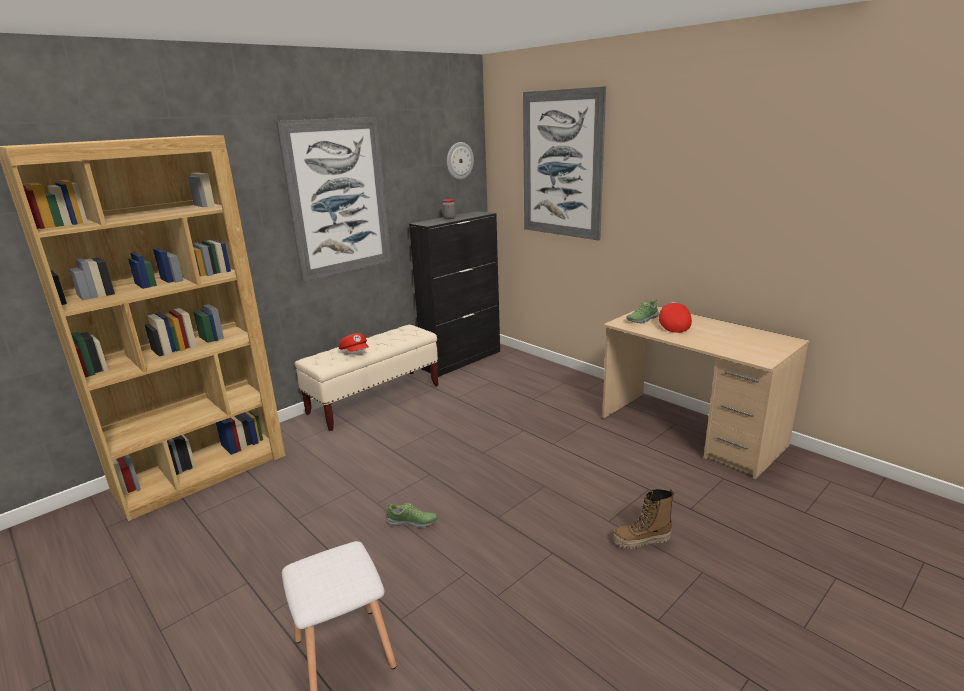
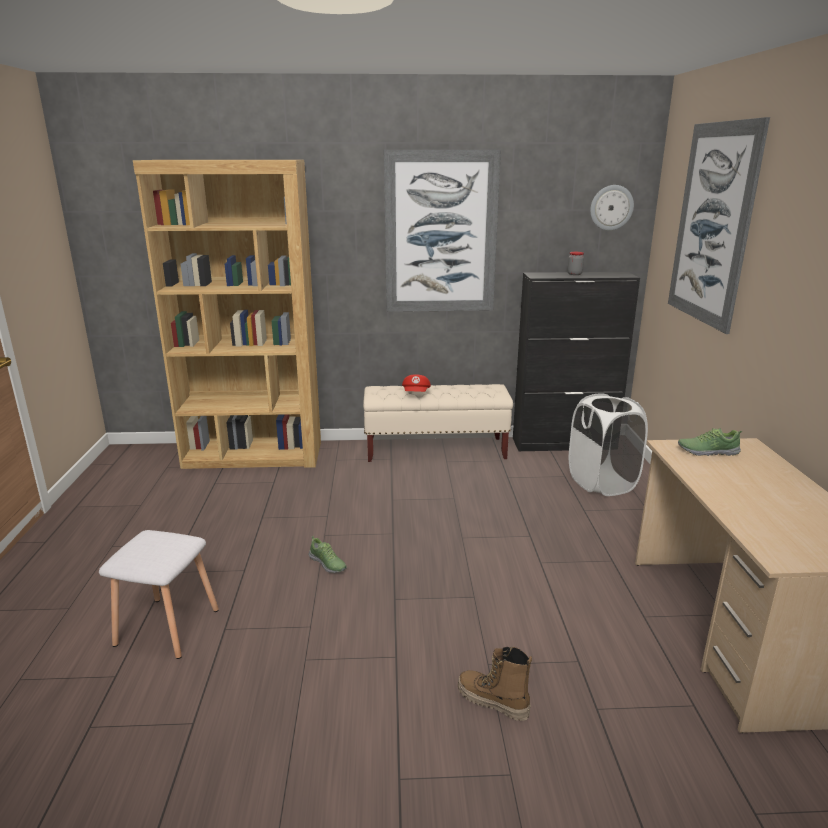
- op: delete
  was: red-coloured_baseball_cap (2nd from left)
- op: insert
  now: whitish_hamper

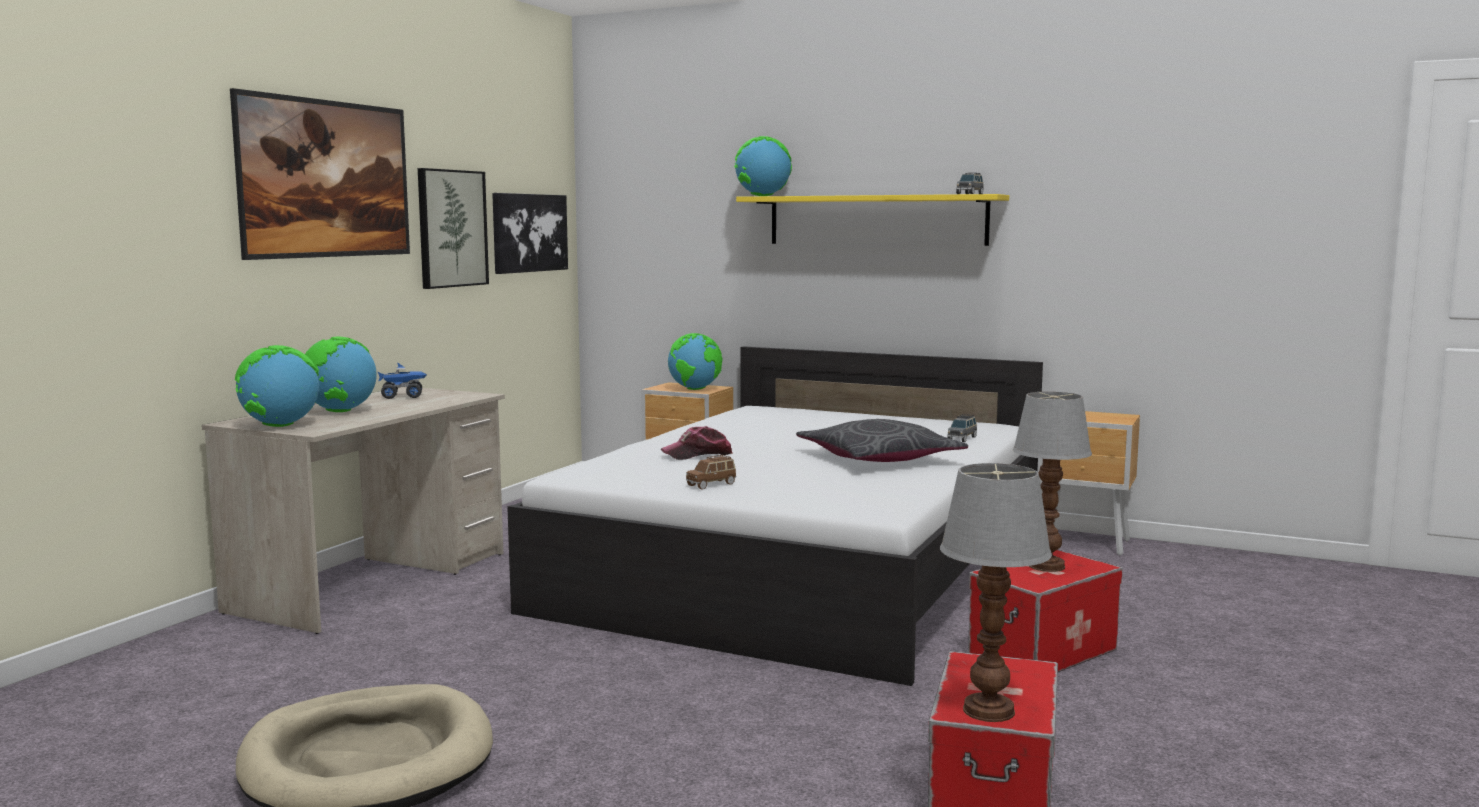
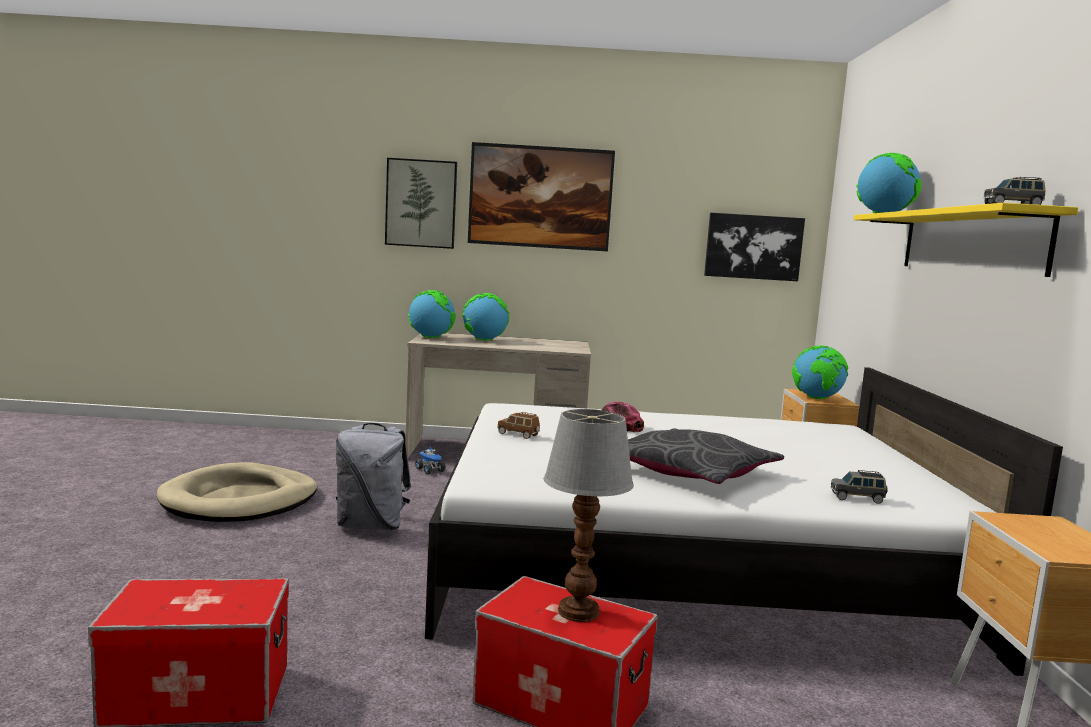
- op: move
  was: toy_truck
- op: move
  was: wall_art (2nd from left in the first image)
  now: wall_art (1st from left)
- op: delete
  was: tabletop_lamp (1st from left)
- op: insert
  now: greyish_rucksack

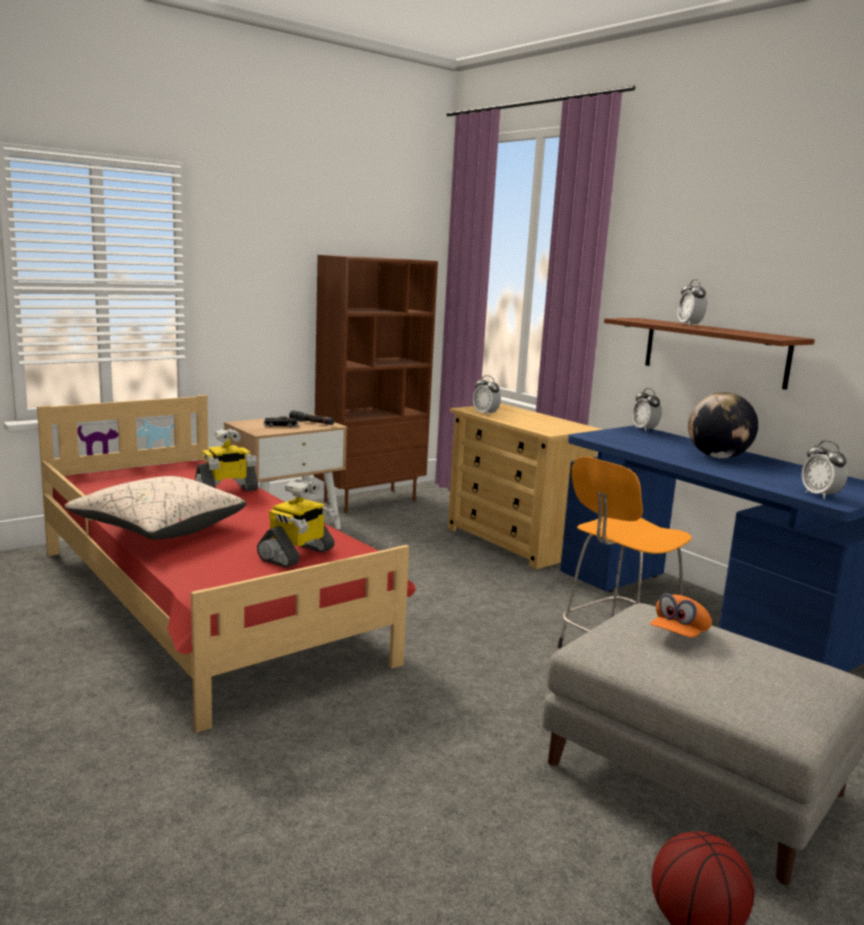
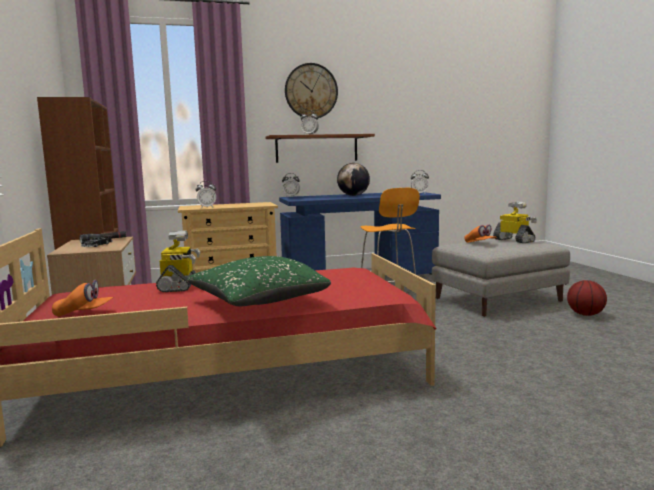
- op: recolor
  was: beige_throw_pillow
  now: greenish_throw_pillow
- op: move
  was: robot_figure (2nd from left)
- op: insert
  now: orangey_baseball_cap (1st from left)
- op: insert
  now: hanging_clock

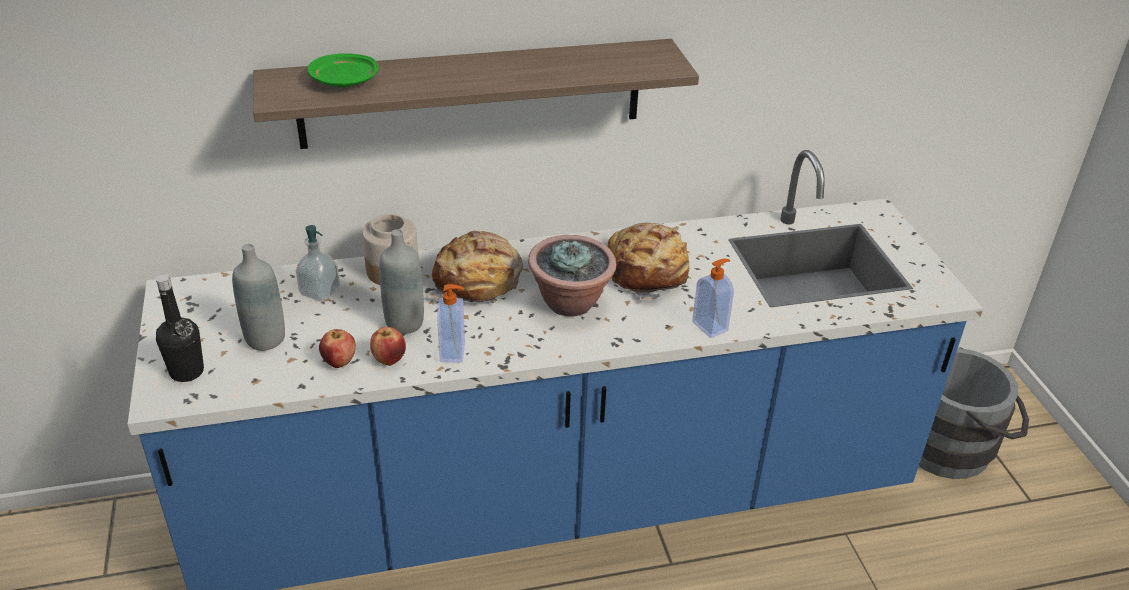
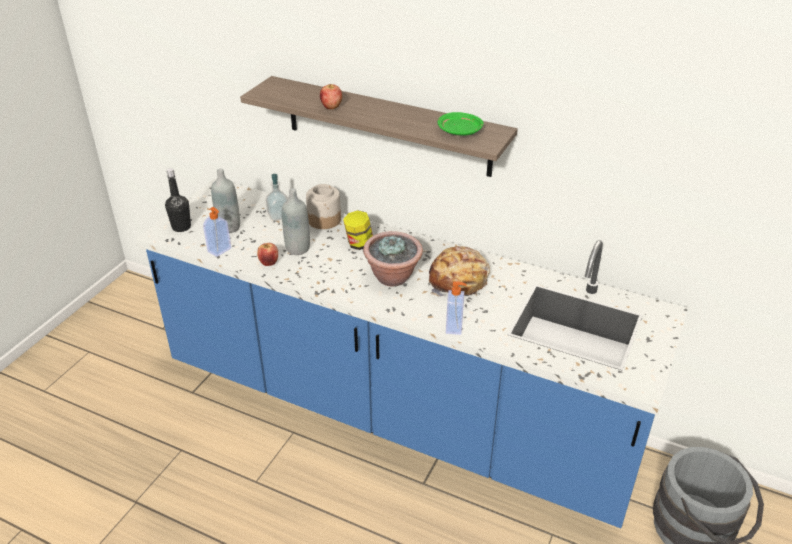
- op: move
  was: greenish_plate
- op: move
  was: apple (1st from left in the first image)
  now: apple (2nd from left)
- op: replace
  was: bread (1st from left)
  now: preserve_jar (2nd from left)
- op: move
  was: soap_dispenser (2nd from left in the first image)
  now: soap_dispenser (1st from left)

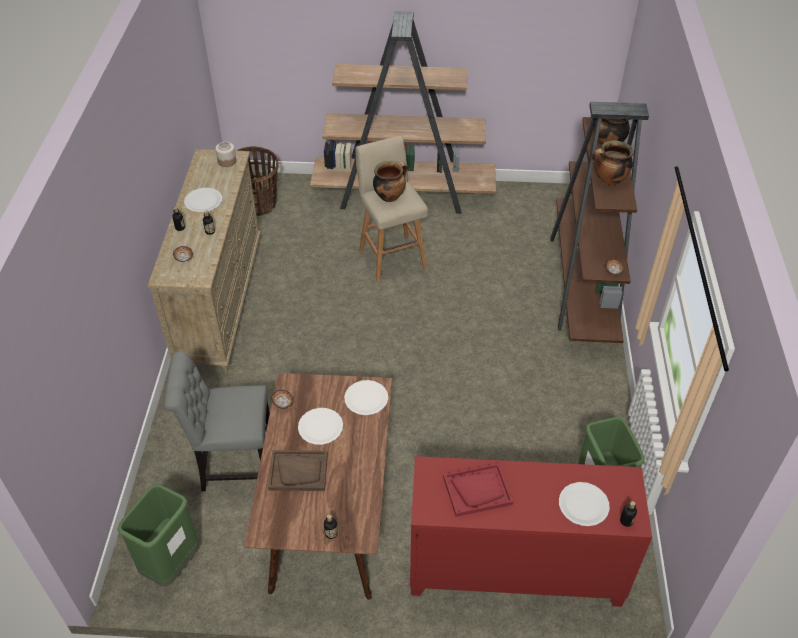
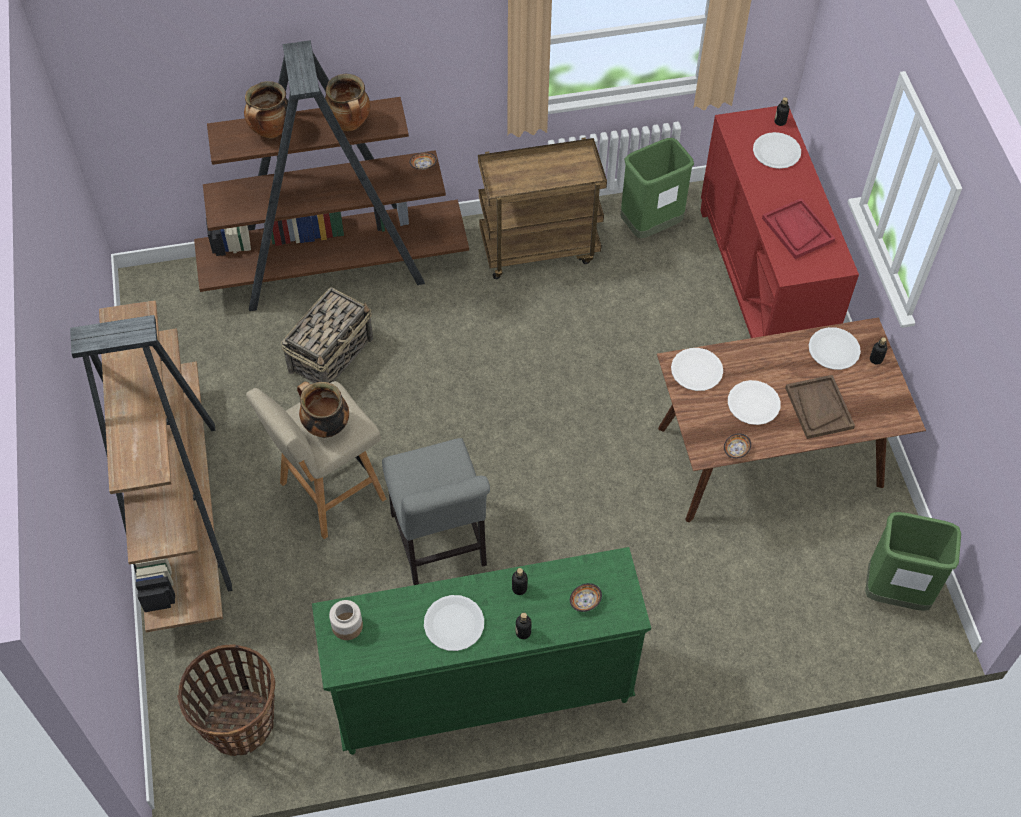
- op: recolor
  was: beige_drawer_chest
  now: greenish_drawer_chest
- op: move
  was: greyish_plain_chair
- op: insert
  now: household_basket (2nd from left)
- op: insert
  now: brownish_wheeled_cart
- op: insert
  now: whitish_plate (5th from left)

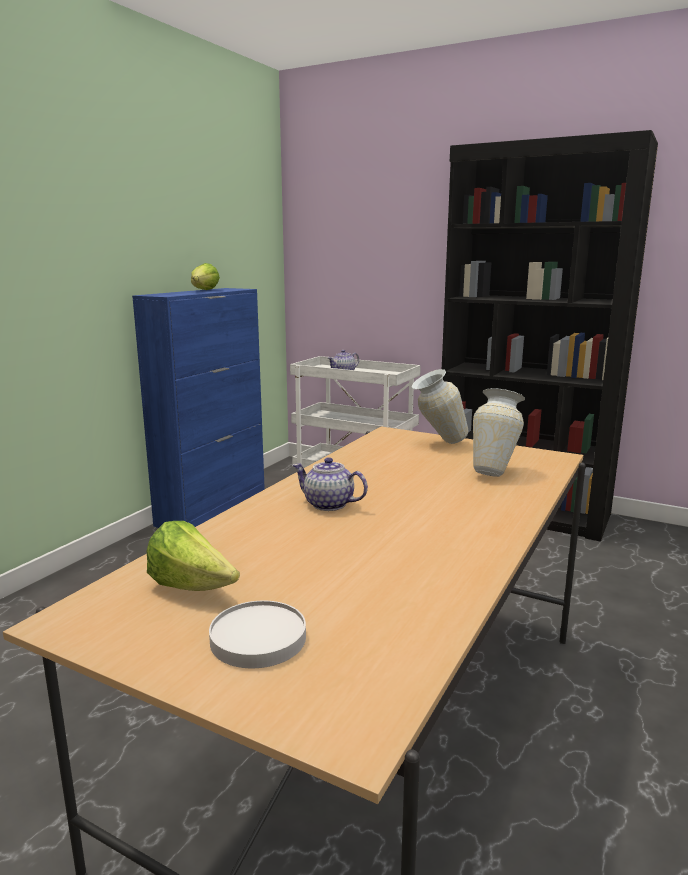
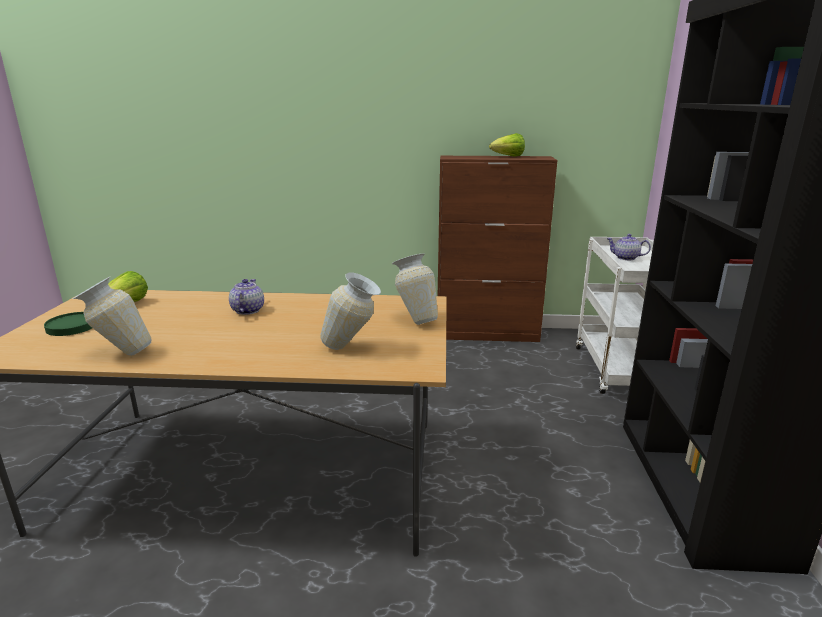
- op: recolor
  was: blue-coloured_cupboard
  now: brownish_cupboard
- op: recolor
  was: whitish_plate
  now: greenish_plate
- op: insert
  now: decorative_vase (1st from left)

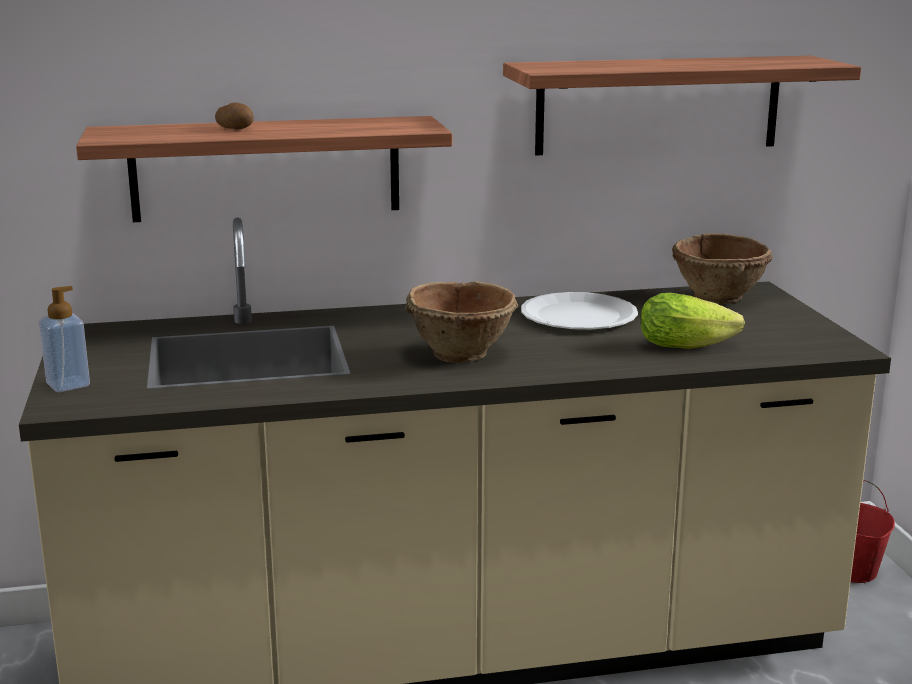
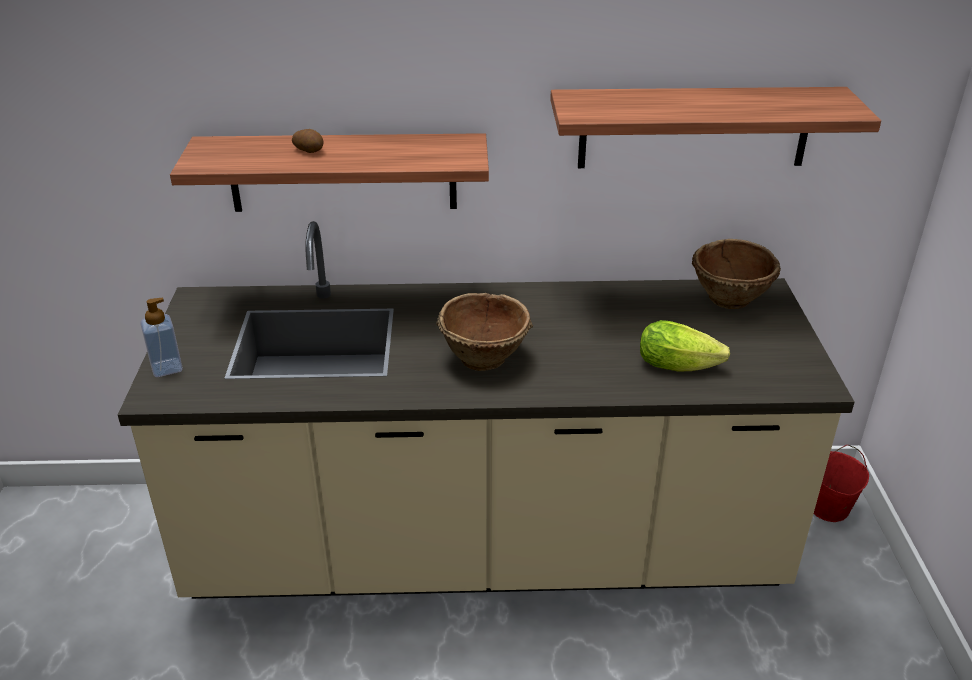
- op: delete
  was: whitish_plate

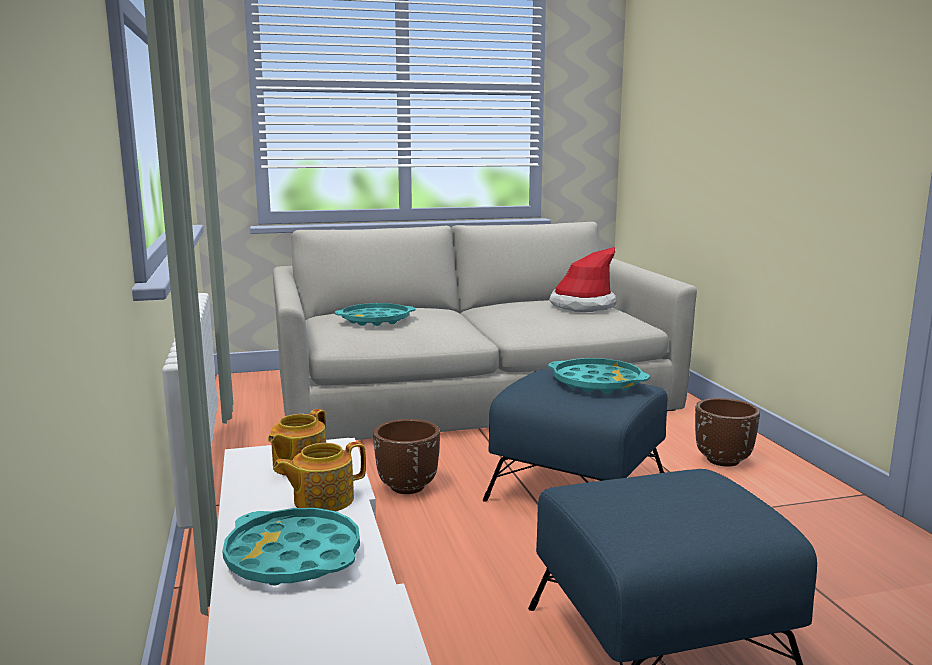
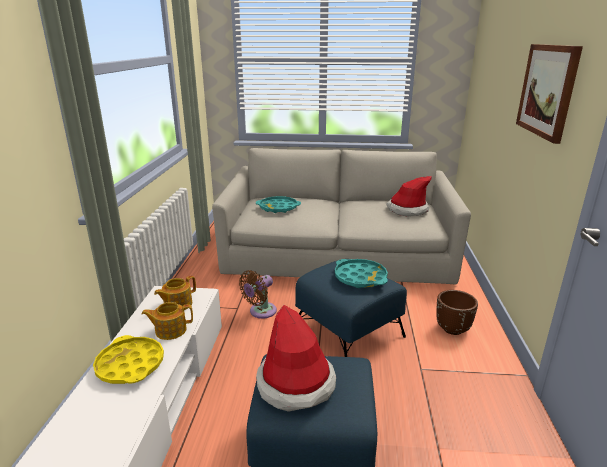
- op: recolor
  was: turquoise-coloured_carrying_tray (1st from left)
  now: yellowish_carrying_tray
- op: replace
  was: brownish_flower_pot (1st from left)
  now: brownish_fan
- op: insert
  now: hat (1st from left)
- op: insert
  now: wall_art

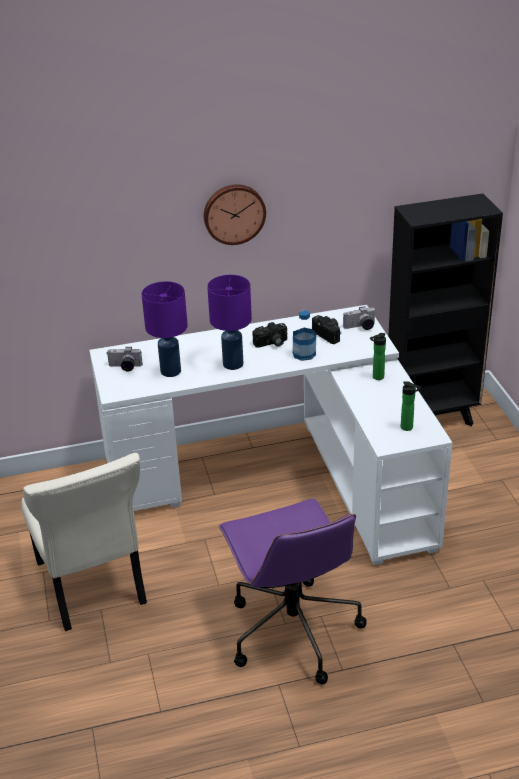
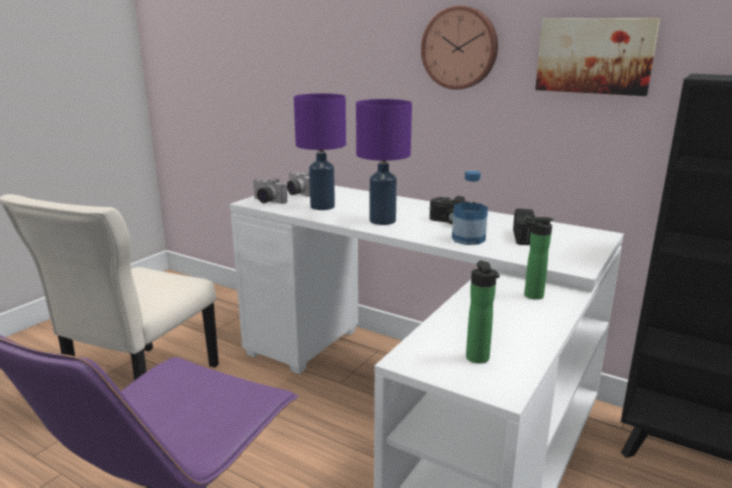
- op: move
  was: photo_camera (4th from left in the first image)
  now: photo_camera (1st from left)
- op: insert
  now: wall_art

